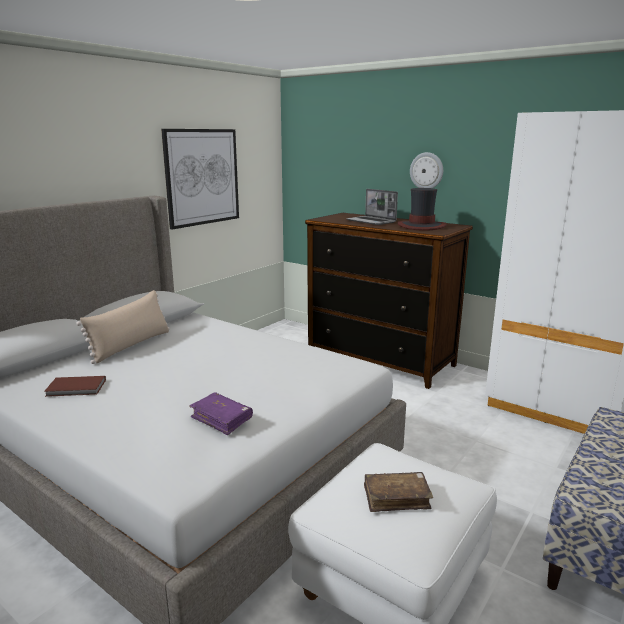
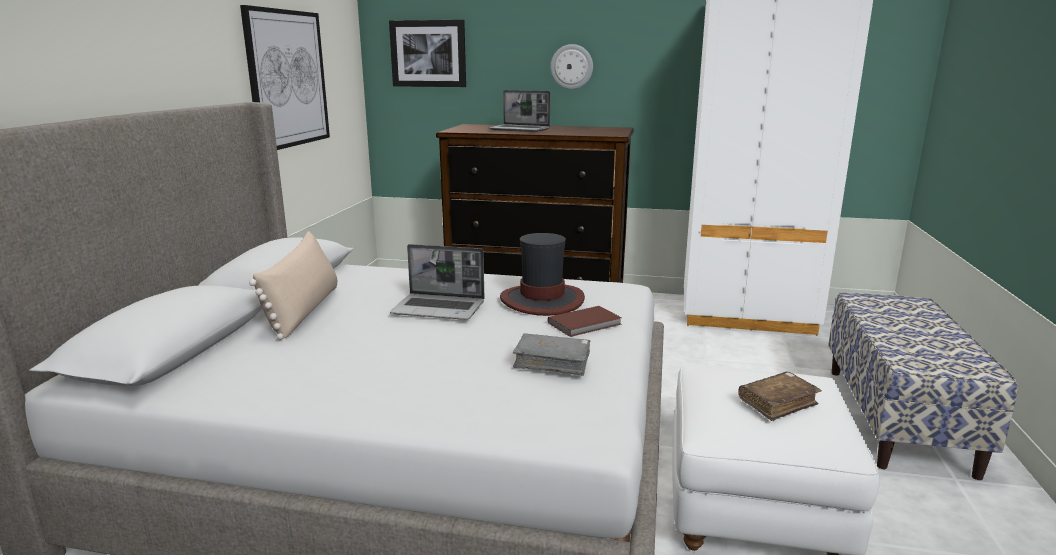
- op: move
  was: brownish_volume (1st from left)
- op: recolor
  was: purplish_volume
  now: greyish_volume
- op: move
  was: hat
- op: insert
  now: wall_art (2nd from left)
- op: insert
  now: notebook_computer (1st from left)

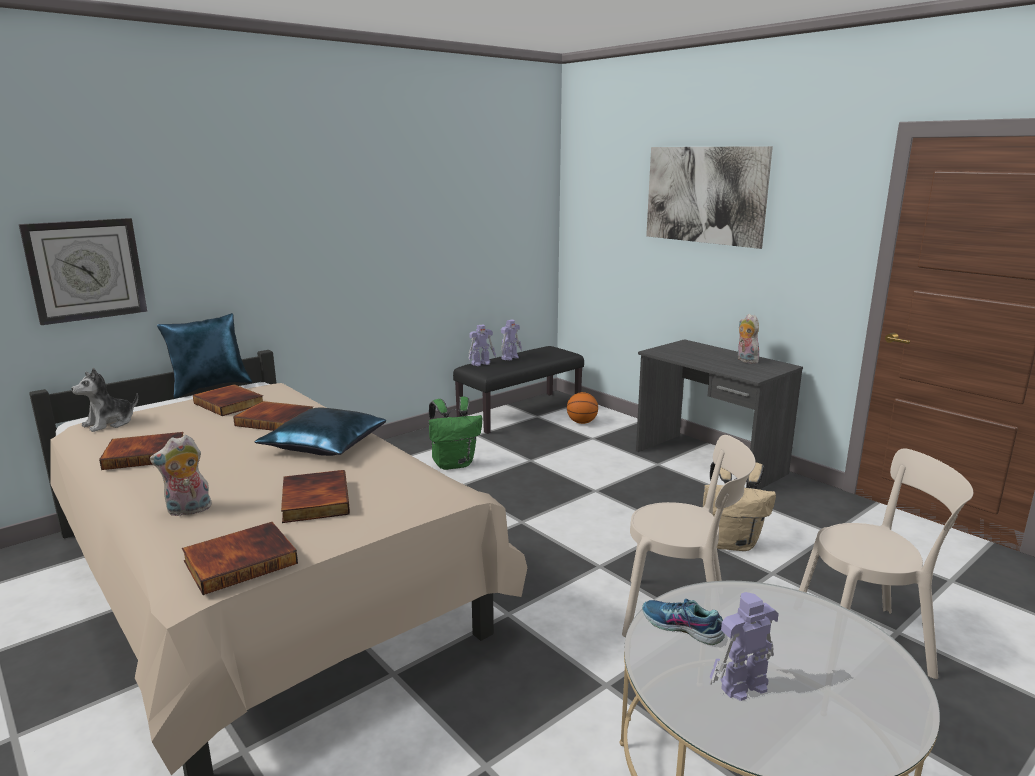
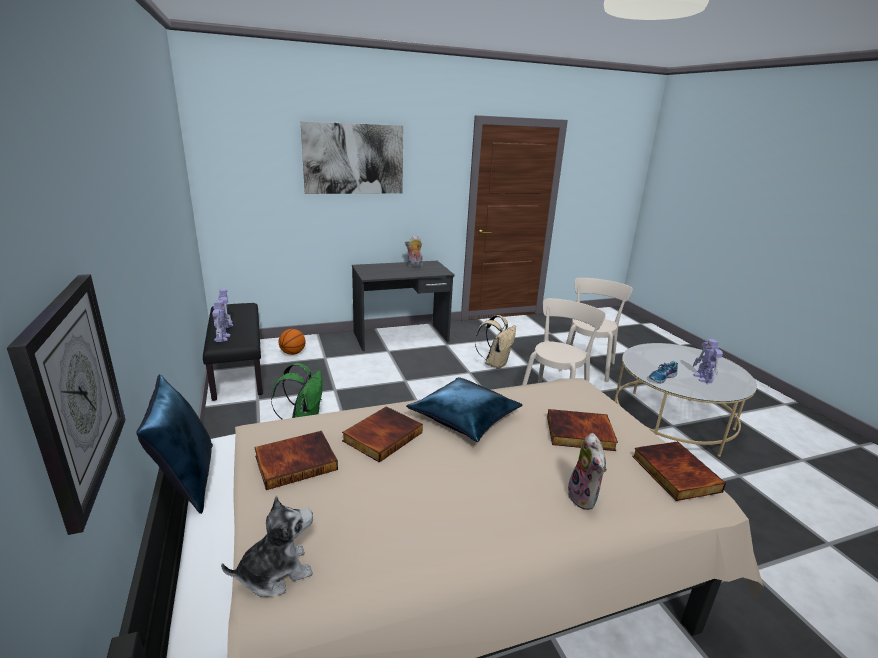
- op: rotate
  was: cuddly_toy (1st from left)
  clockwise: -90
- op: delete
  was: volume (1st from left)

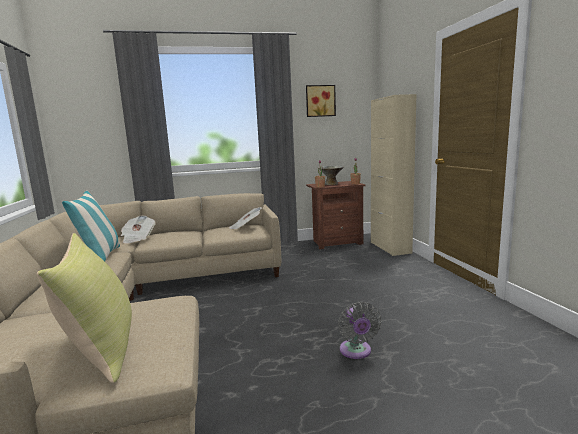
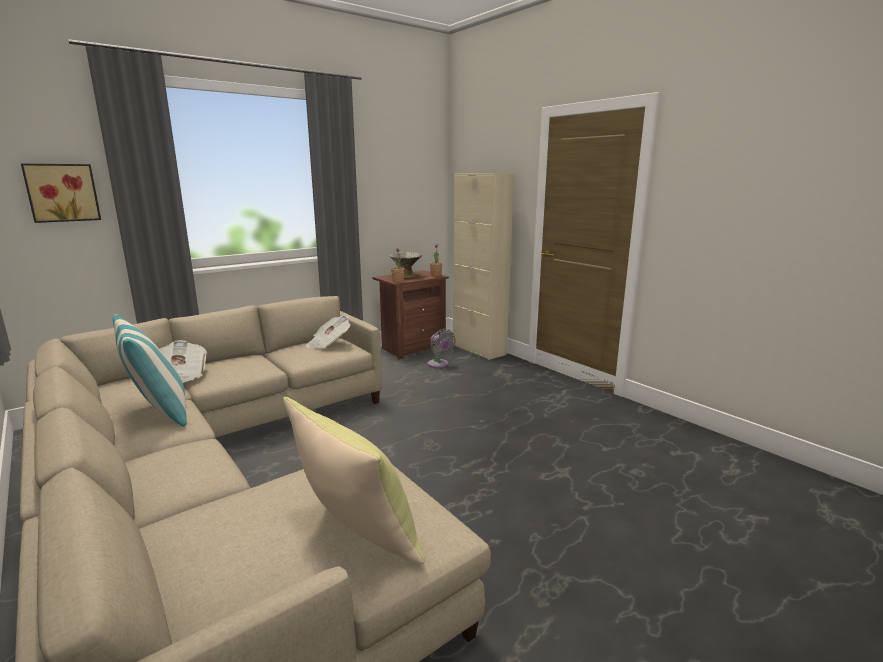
- op: move
  was: wall_art
- op: move
  was: greyish_fan

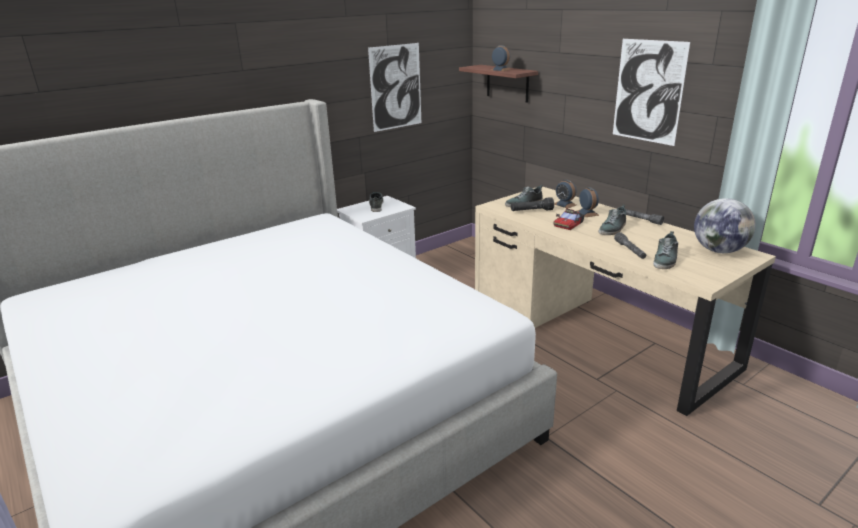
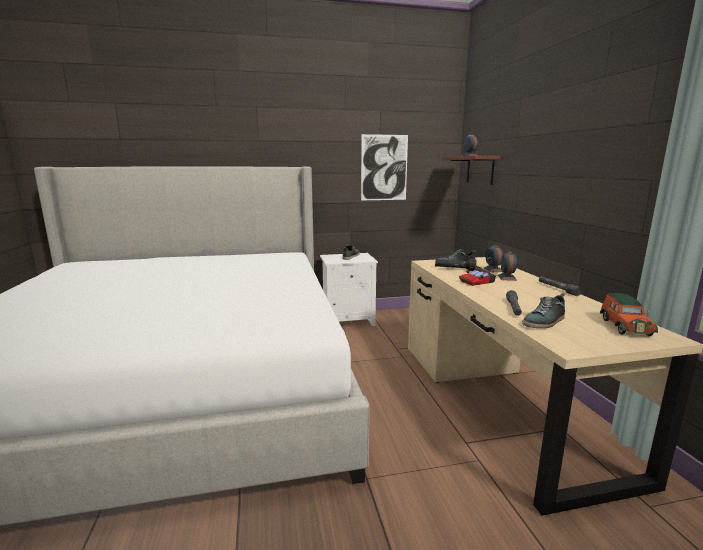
- op: delete
  was: low_shoe (3rd from left)
- op: delete
  was: wall_art (2nd from left)
- op: replace
  was: globe
  now: toy_car (2nd from left)

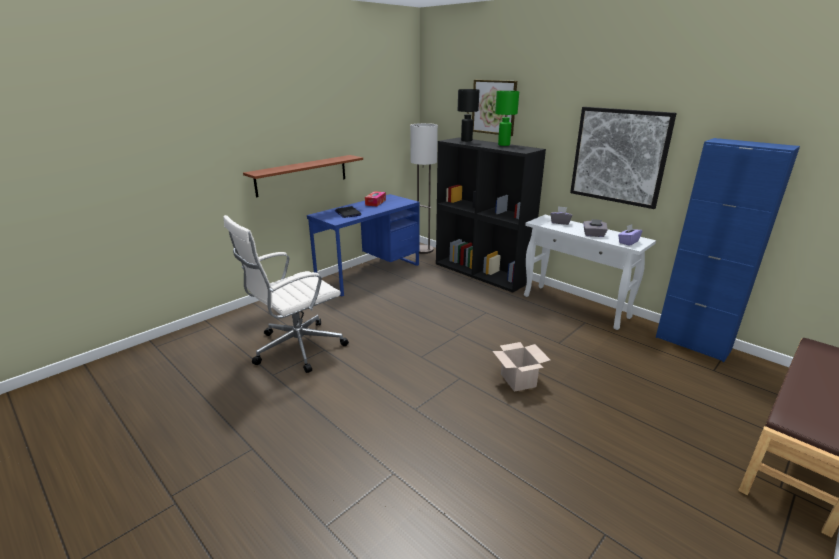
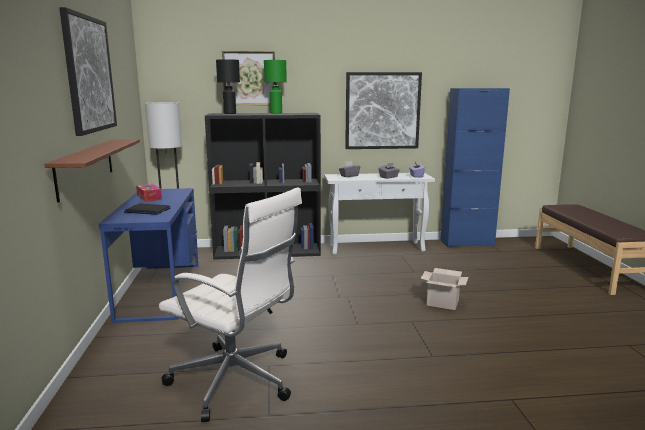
- op: rotate
  was: whitish_computer_chair
  clockwise: -60
- op: insert
  now: wall_art (1st from left)

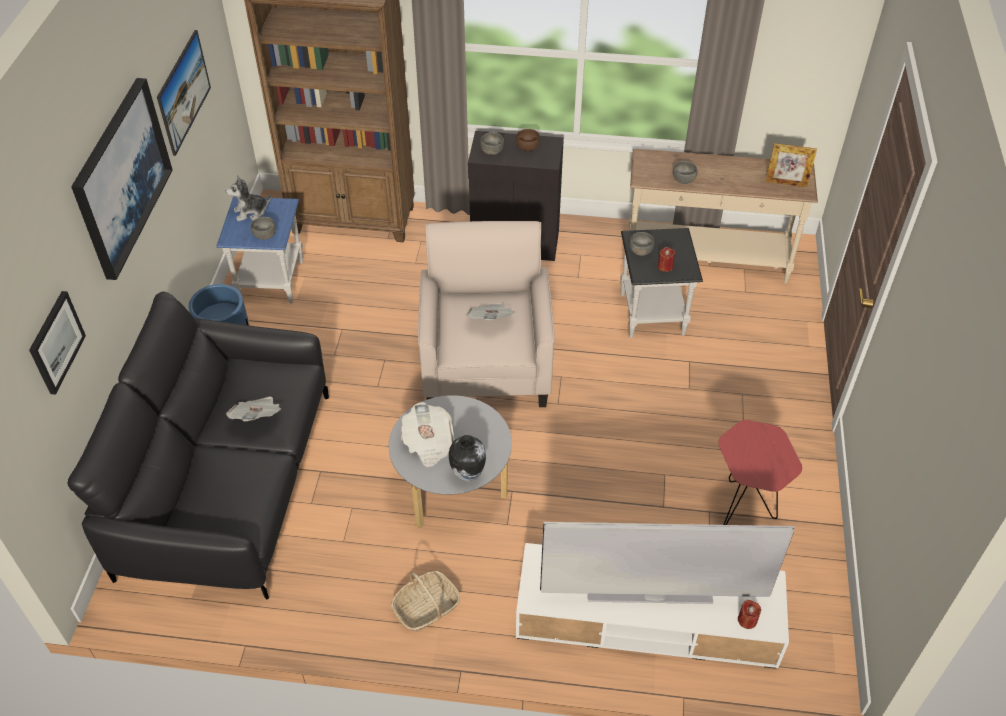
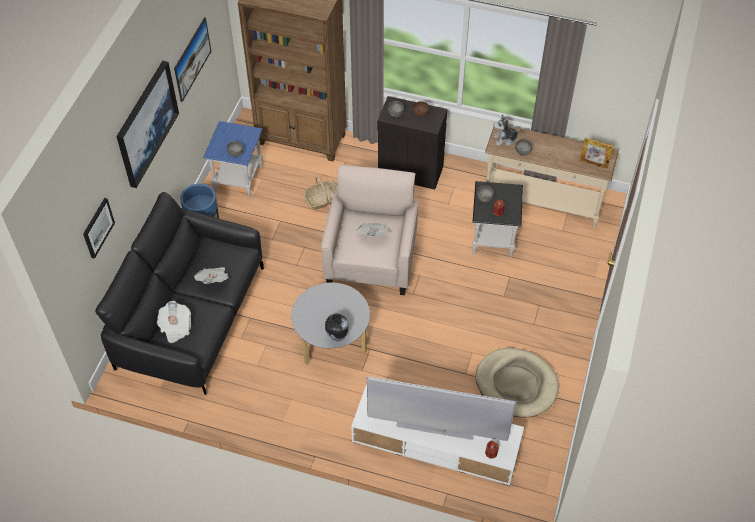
- op: move
  was: cuddly_toy
- op: move
  was: household_basket
- op: move
  was: newspaper (2nd from left in the first image)
  now: newspaper (1st from left)
- op: replace
  was: red-coloured_accent_table
  now: beige_dog_bed

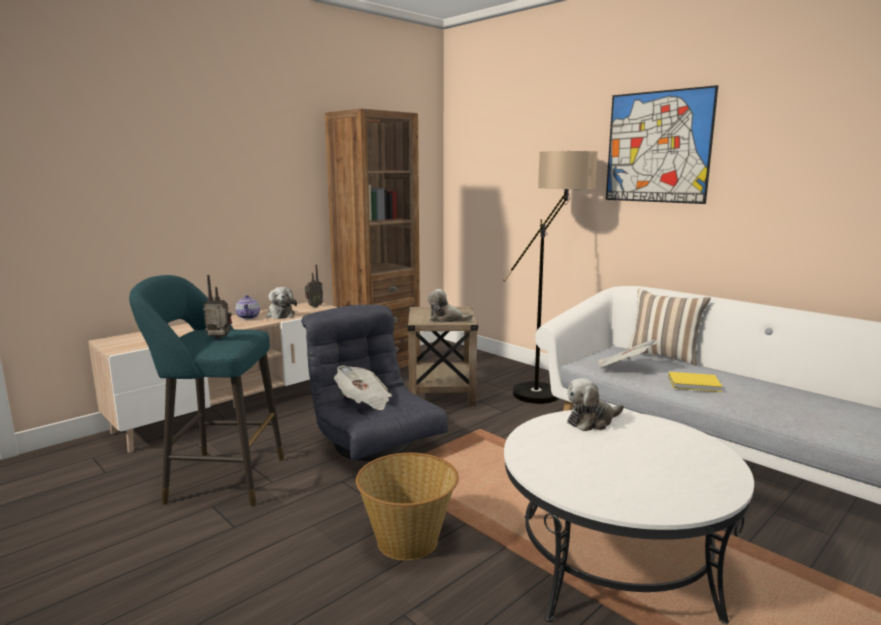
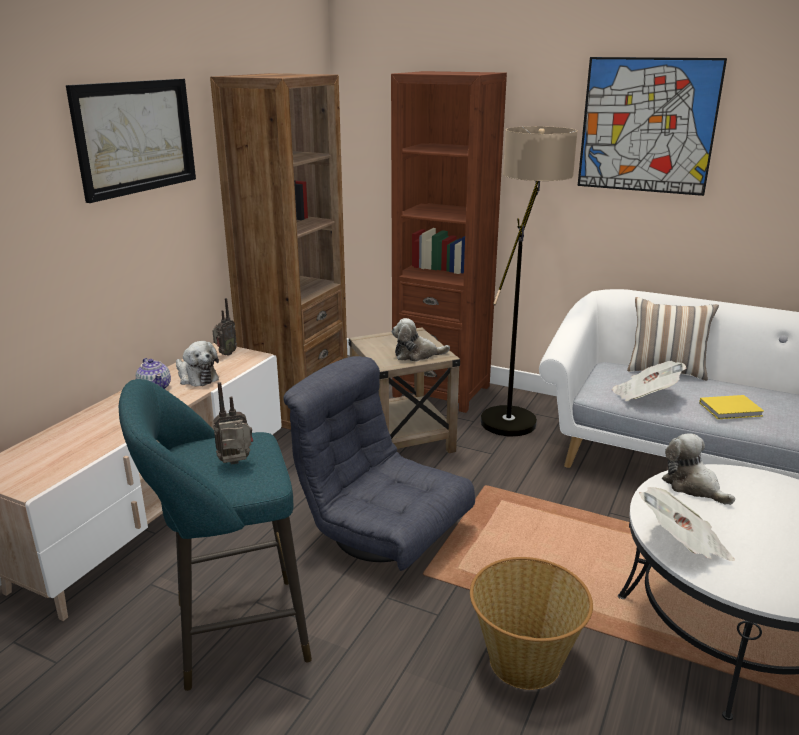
- op: move
  was: newspaper (1st from left in the first image)
  now: newspaper (2nd from left)
- op: rotate
  was: cuddly_toy (3rd from left)
  clockwise: 105
- op: insert
  now: wall_art (1st from left)
- op: insert
  now: brownish_shelving_unit (2nd from left)

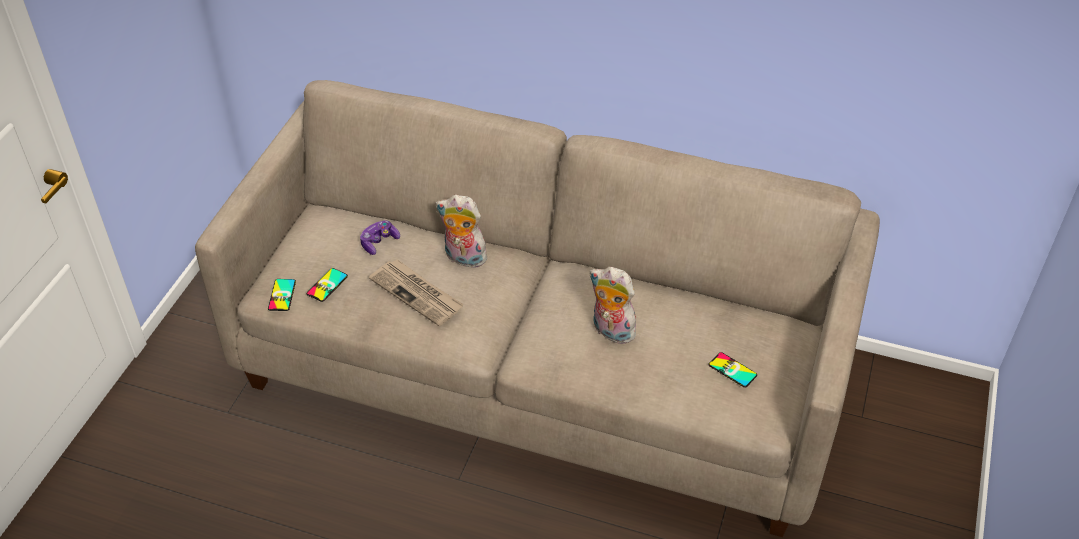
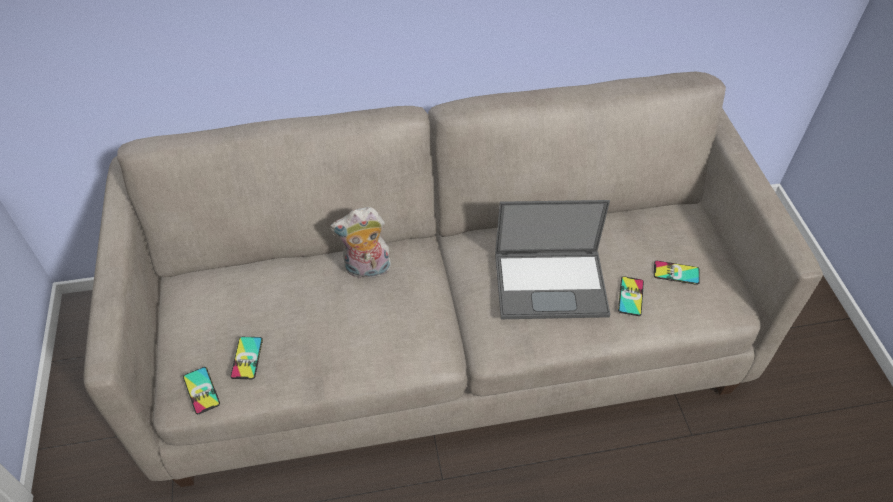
- op: delete
  was: game_controller
- op: delete
  was: newspaper
- op: replace
  was: cuddly_toy (2nd from left)
  now: notebook_computer
- op: insert
  now: phone (3rd from left)

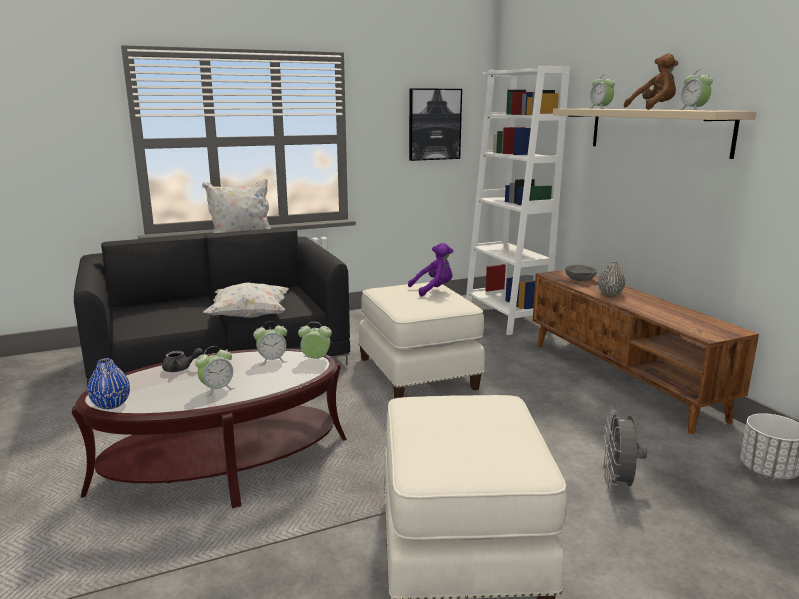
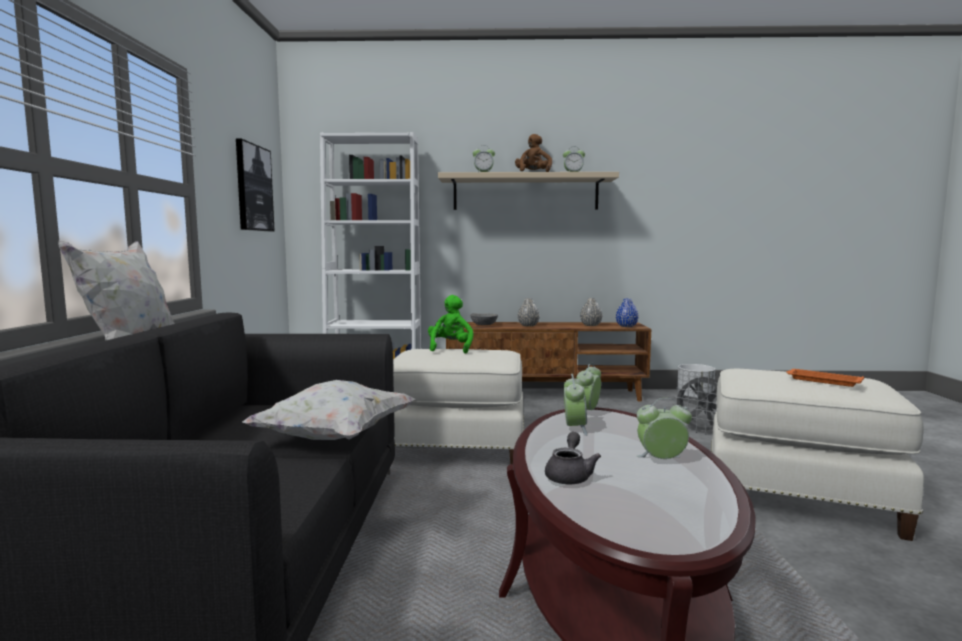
- op: move
  was: blue-coloured_decorative_vase
- op: rotate
  was: table_clock (1st from left in the first image)
  clockwise: -75
- op: recolor
  was: purplish_cuddly_toy
  now: greenish_cuddly_toy
- op: insert
  now: greyish_decorative_vase (2nd from left)
- op: insert
  now: orangey_carrying_tray

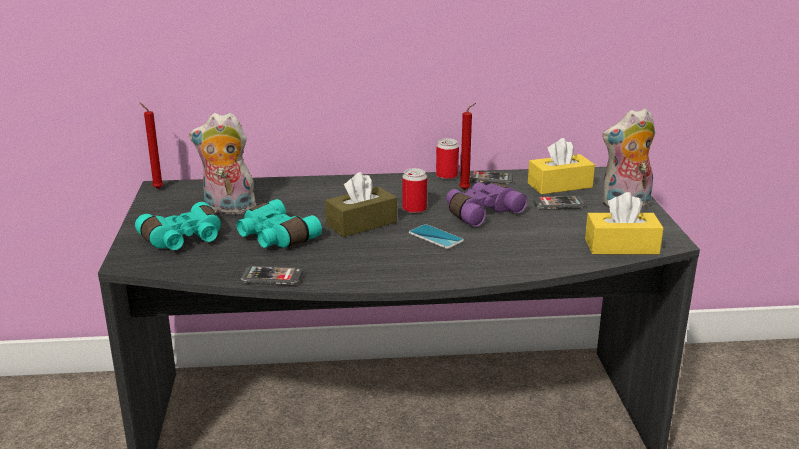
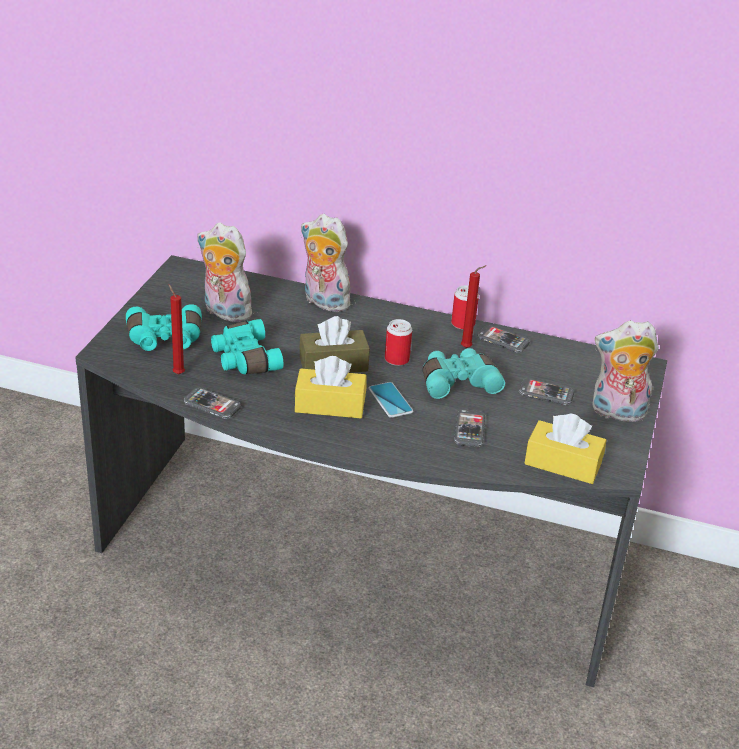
- op: move
  was: red-coloured_wax_light (1st from left)
- op: recolor
  was: purplish_pair_of_binoculars
  now: turquoise-coloured_pair_of_binoculars (3rd from left)
- op: move
  was: yellowish_tissue_holder (1st from left)
- op: insert
  now: cuddly_toy (2nd from left)
- op: insert
  now: phone (3rd from left)

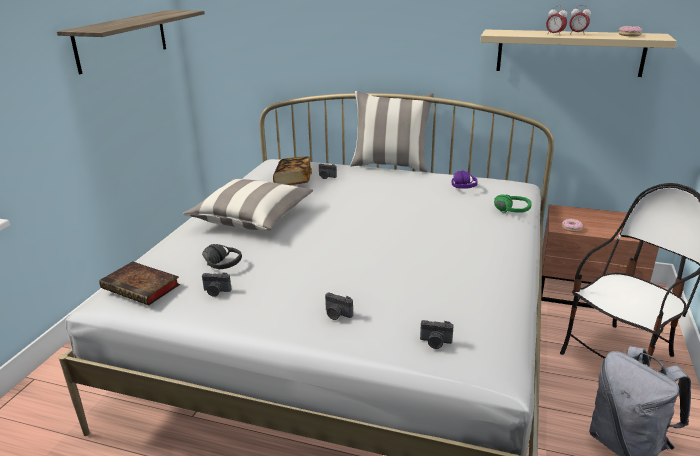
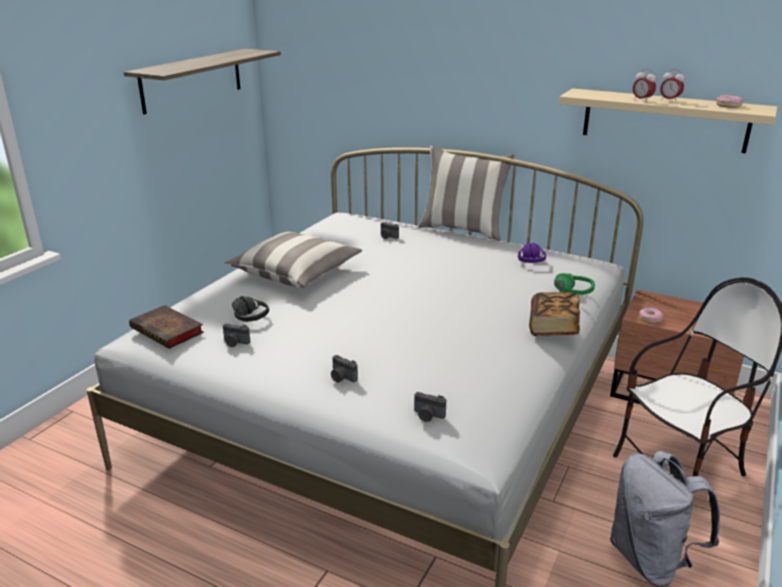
- op: move
  was: volume (2nd from left)

